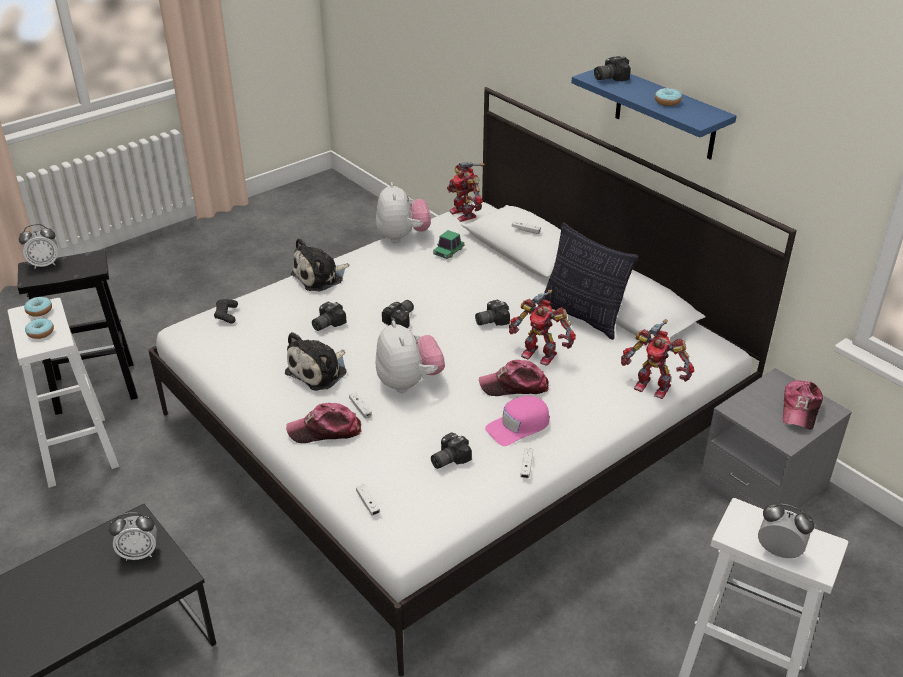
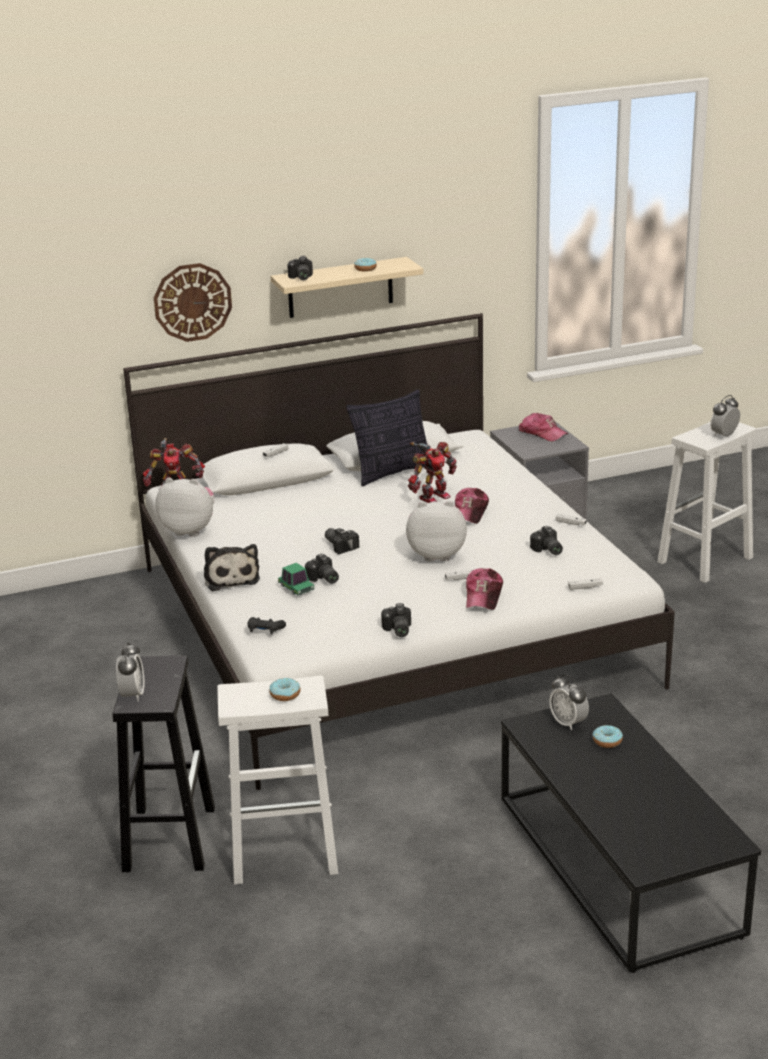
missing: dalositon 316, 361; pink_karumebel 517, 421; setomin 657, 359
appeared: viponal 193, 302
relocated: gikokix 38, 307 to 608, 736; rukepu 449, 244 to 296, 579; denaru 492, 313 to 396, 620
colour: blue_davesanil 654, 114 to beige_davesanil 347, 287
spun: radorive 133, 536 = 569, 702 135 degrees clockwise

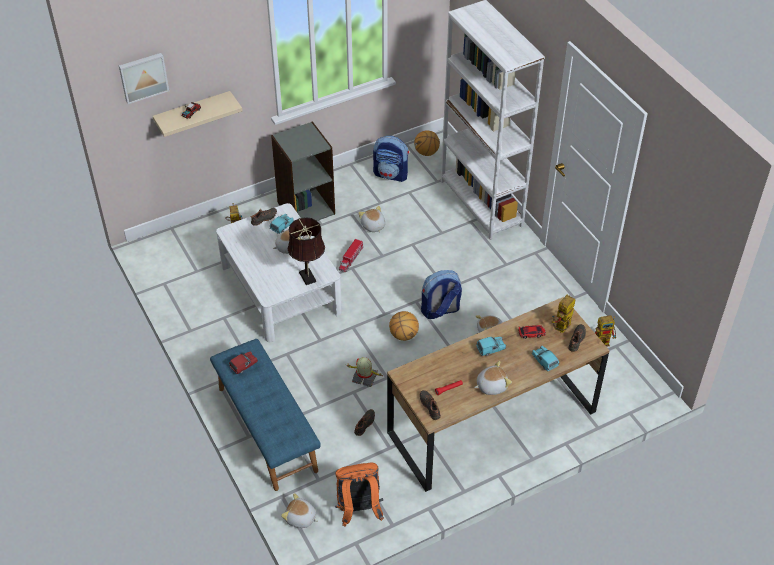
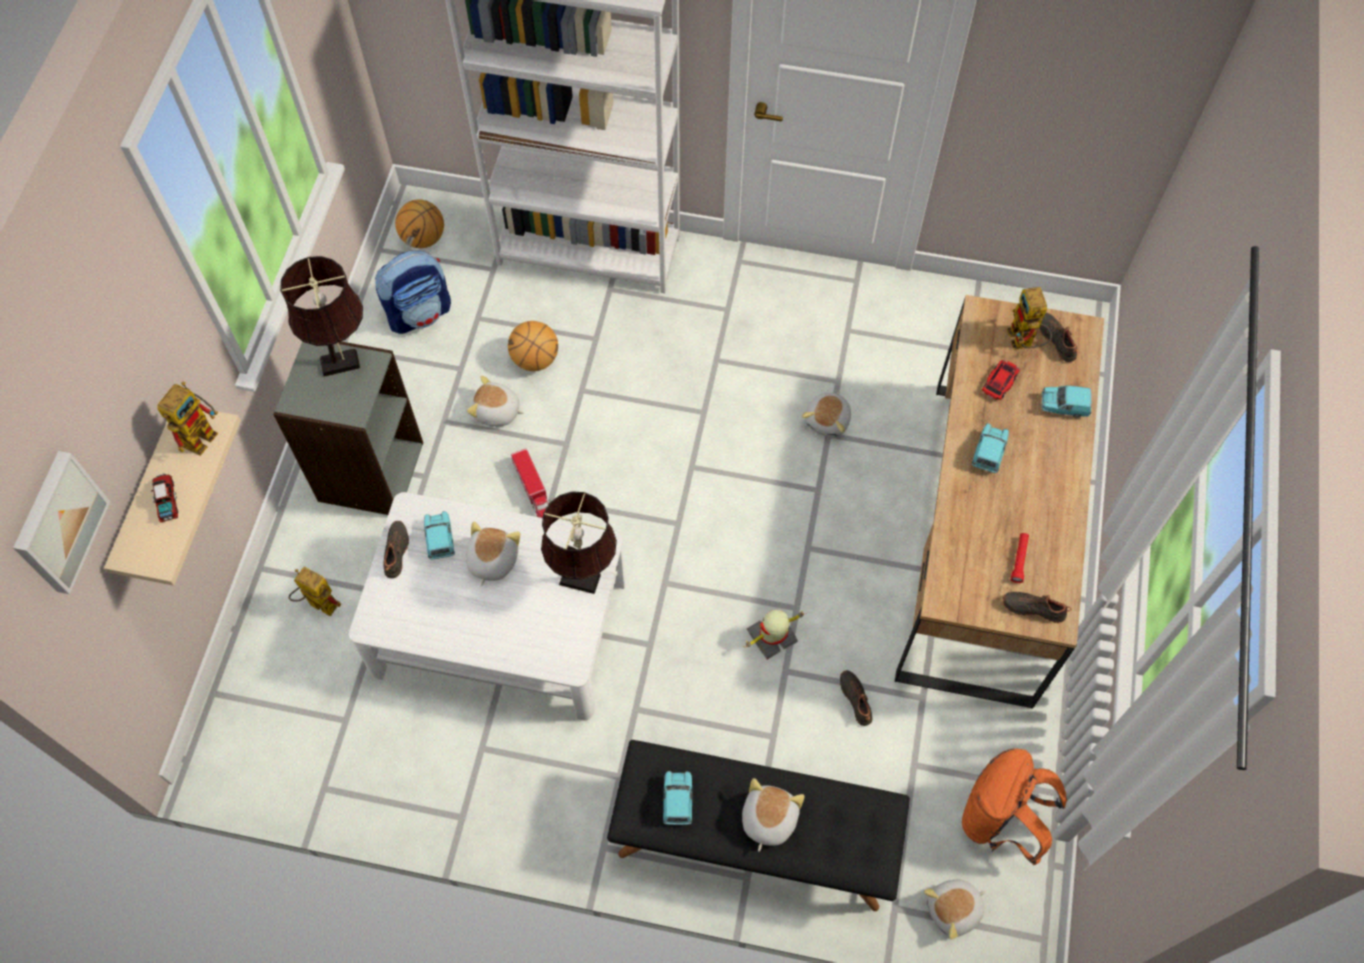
missing: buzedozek 441, 294
appeared: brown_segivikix 321, 316
relocated: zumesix 404, 326 to 533, 346; dalositon 493, 378 to 773, 815; setomin 605, 331 to 187, 418
colour: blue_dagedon 265, 415 to black_dagedon 758, 825; red_rukepu 243, 362 to turquoise_rukepu 677, 798

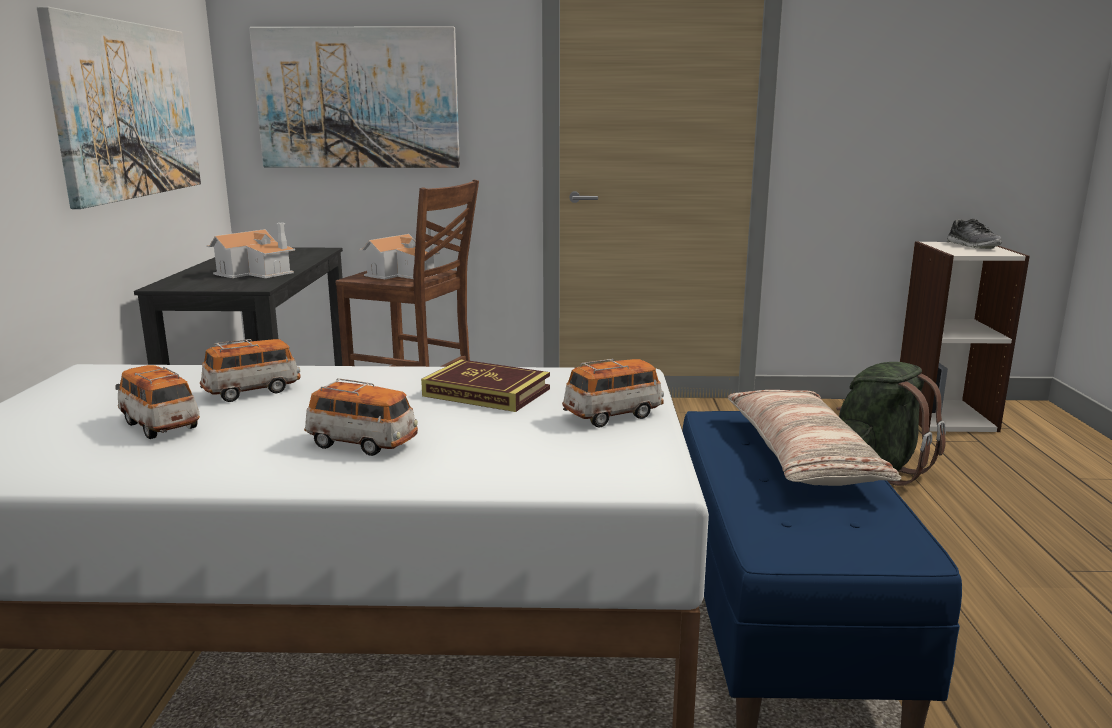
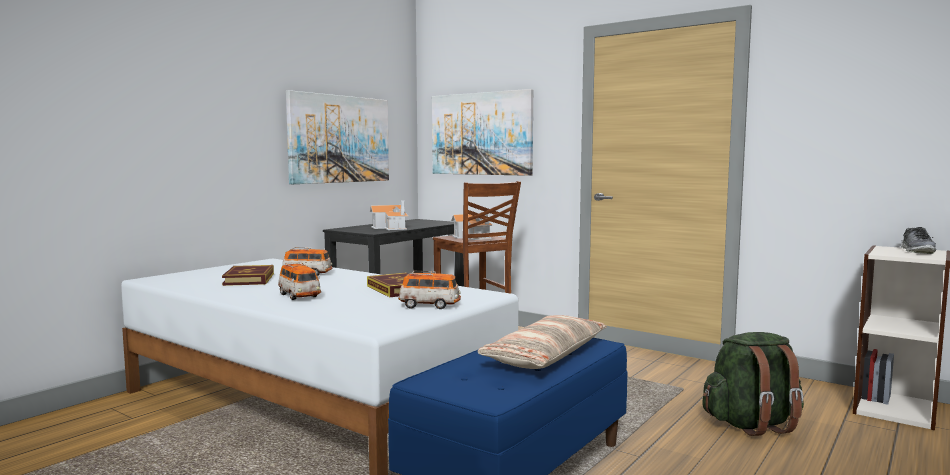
exchanged: rukepu 157, 402 to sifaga 248, 275

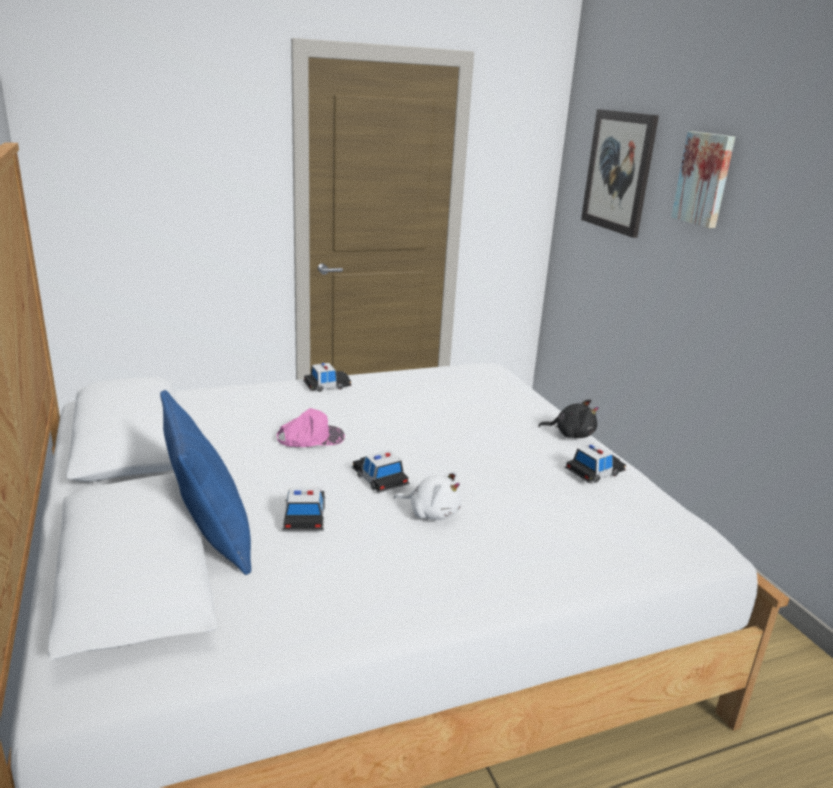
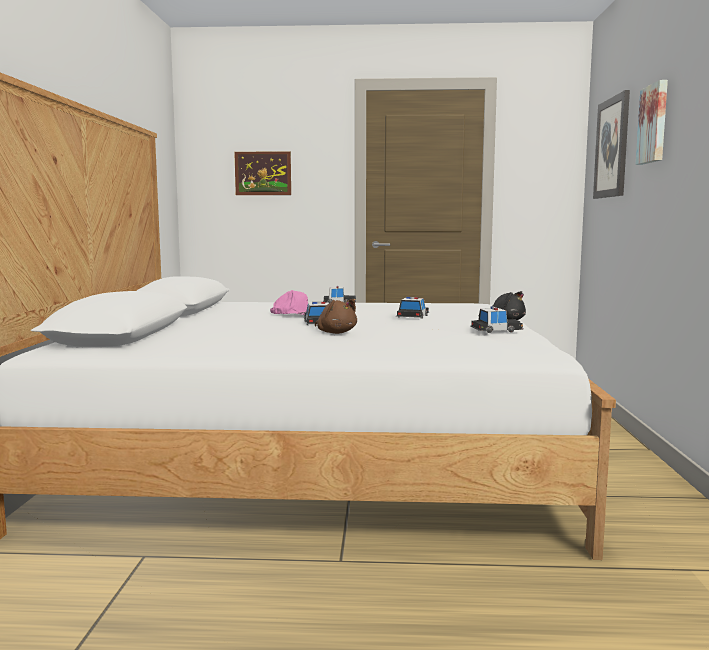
missing: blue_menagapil 205, 482
appeared: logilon 262, 173
relocated: rukepu 303, 509 to 412, 308
colour: white_dalositon 428, 495 to brown_dalositon 336, 316

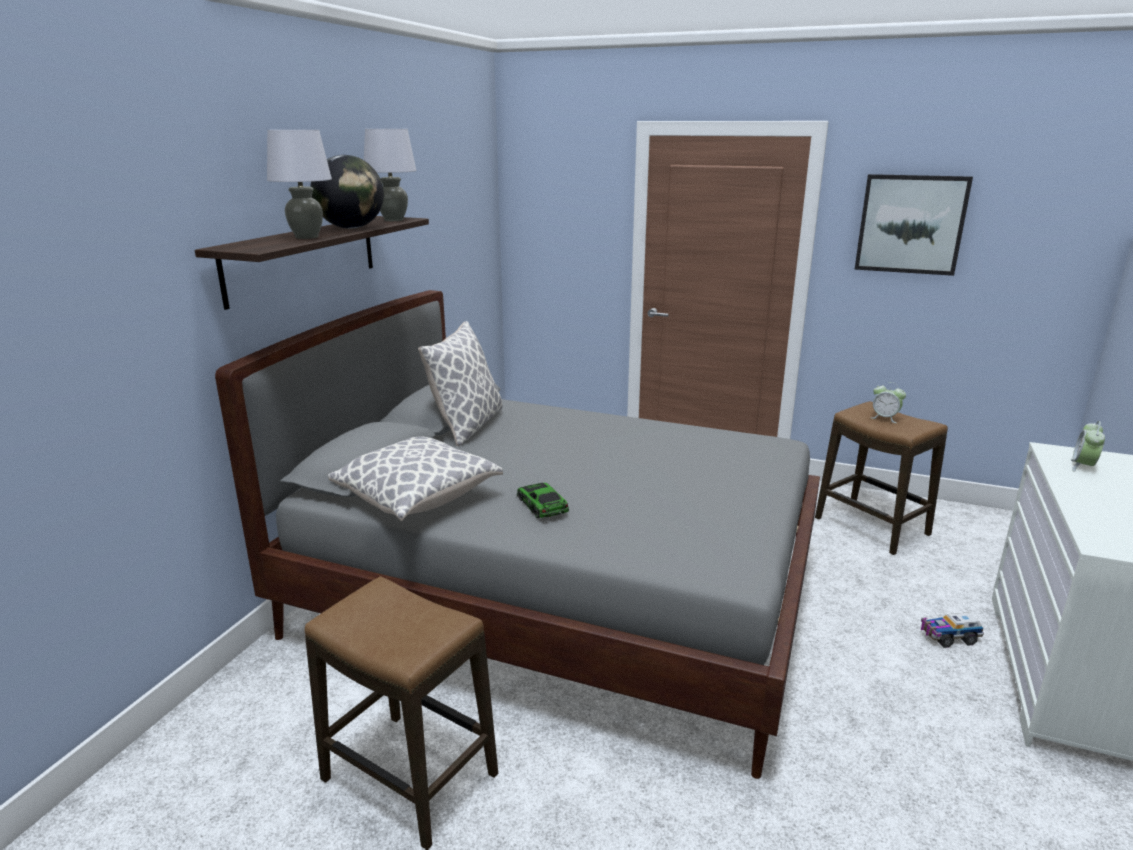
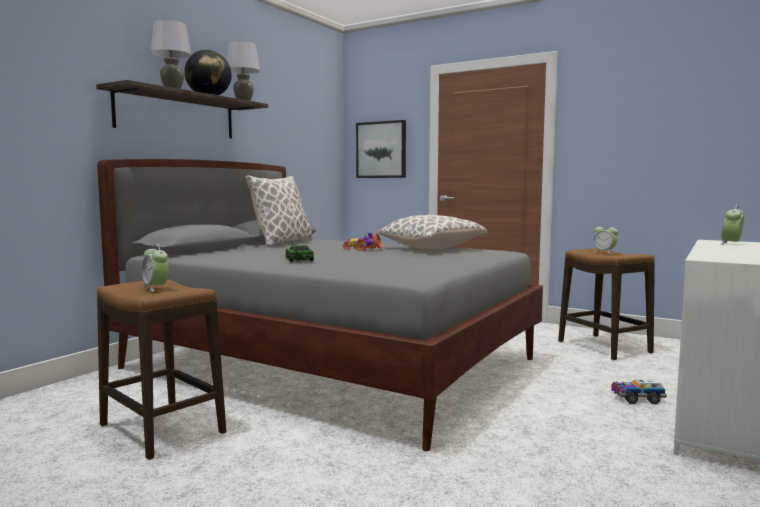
appeared: radorive 155, 268; rukepu 362, 242
relocated: menagapil 415, 479 to 432, 232; logilon 913, 225 to 381, 149

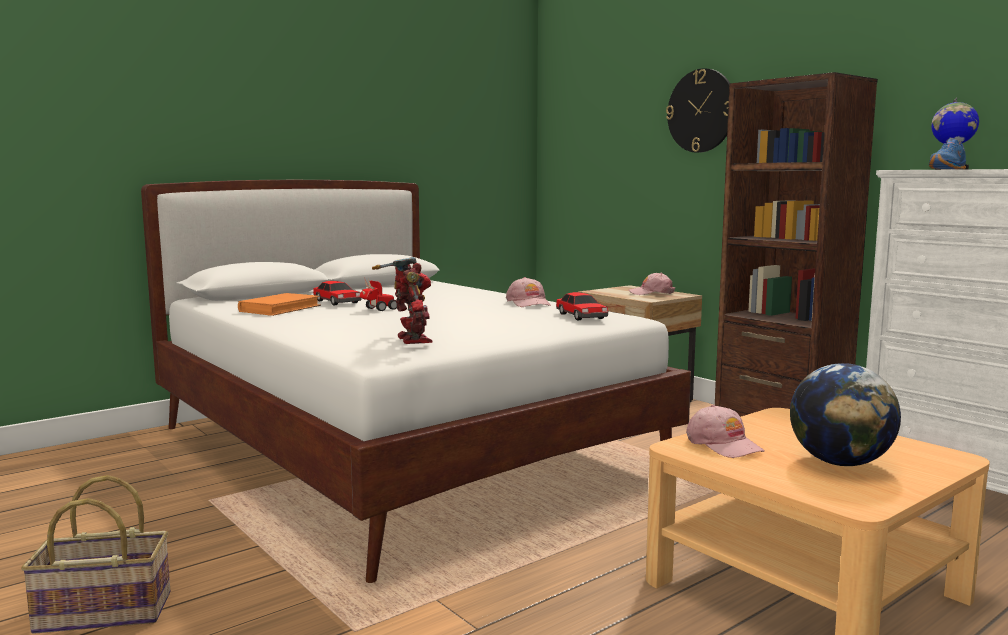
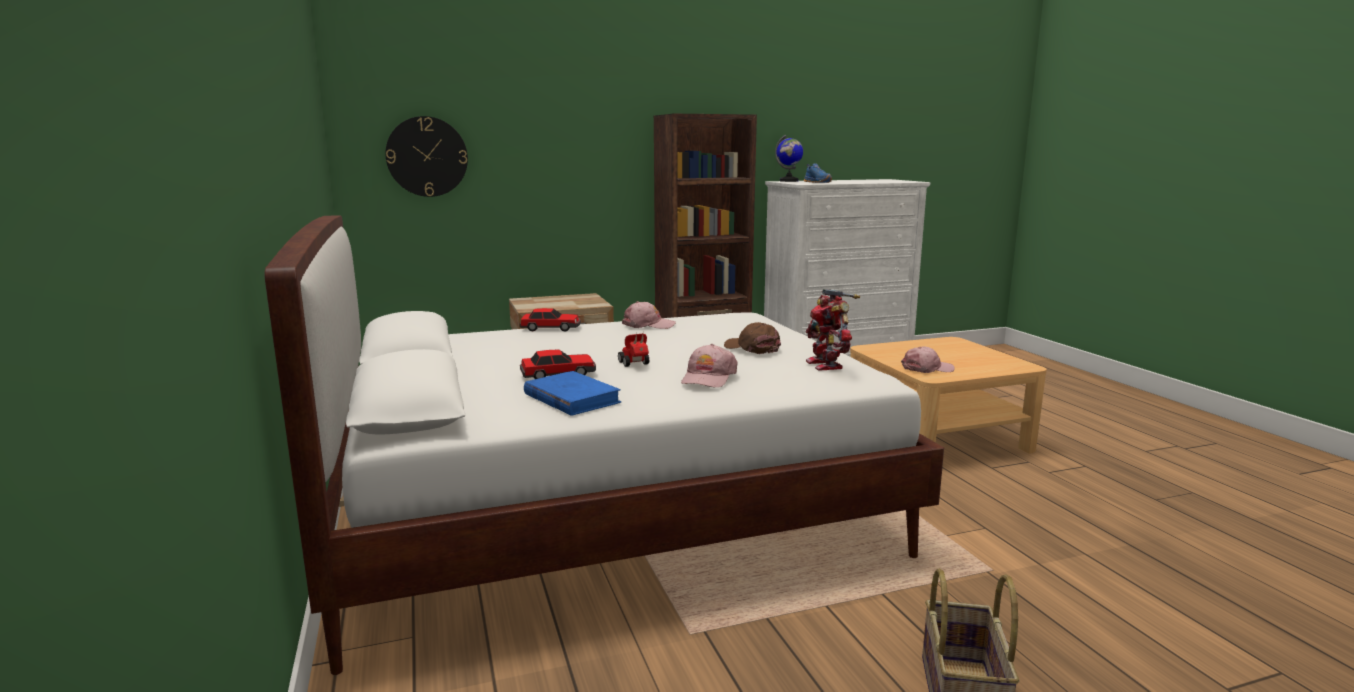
missing: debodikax 845, 414
appeared: brown_karumebel 752, 338
relocated: rukepu 582, 306 to 550, 319; pink_karumebel 652, 284 to 709, 366; viponal 698, 110 to 426, 156
colour: orange_sifaga 279, 304 to blue_sifaga 572, 393
spun: setomin 402, 300 = 833, 330 105 degrees counterclockwise

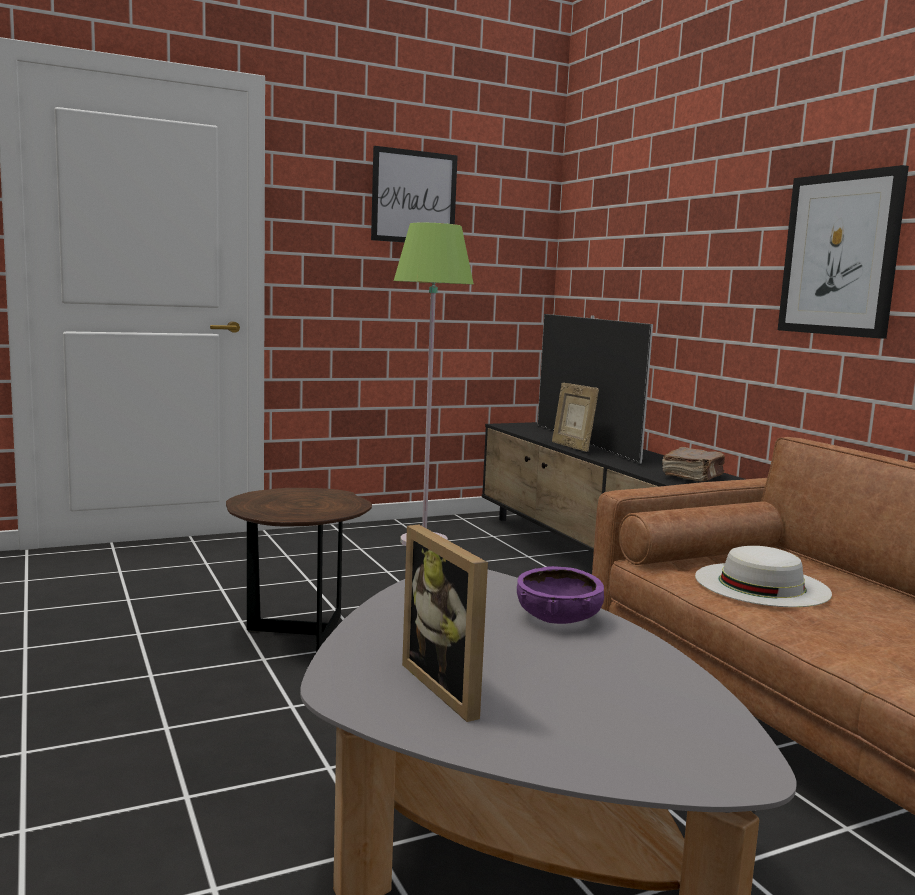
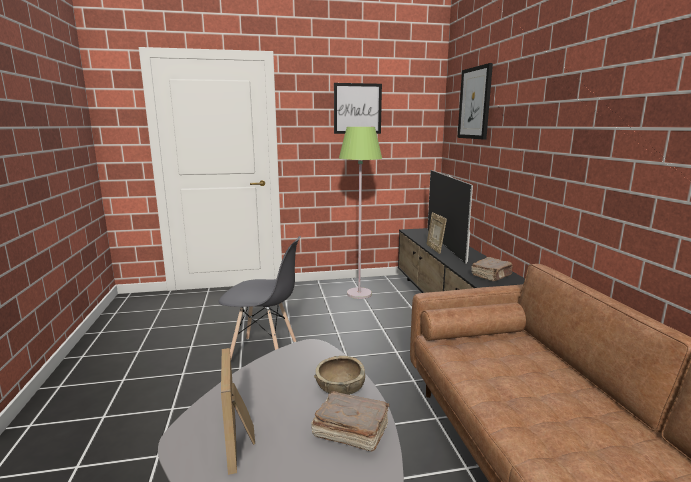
missing: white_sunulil 763, 576
appeared: brown_sifaga 350, 421
relocated: logilon 843, 252 to 475, 101
exchanged: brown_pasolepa 299, 570 to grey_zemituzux 259, 297
colour: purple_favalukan 560, 595 to brown_favalukan 339, 375

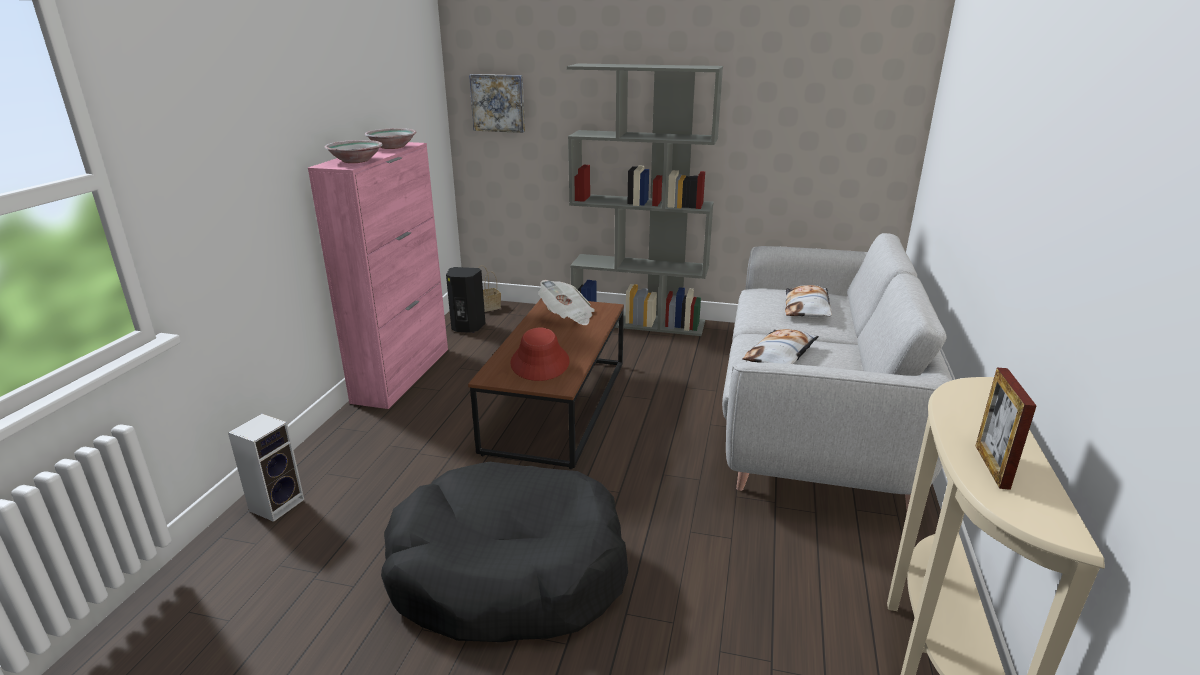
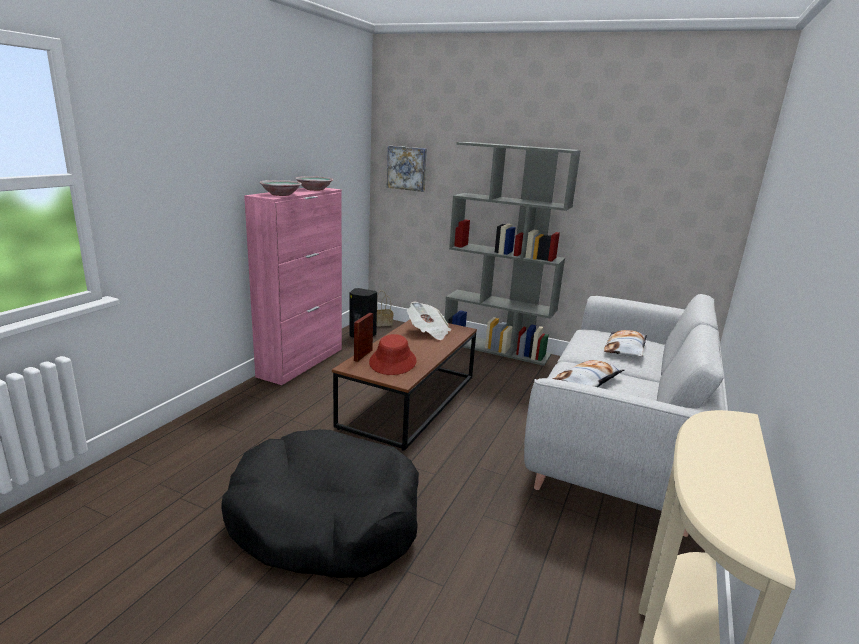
missing: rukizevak 266, 468
relocated: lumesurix 1006, 429 to 363, 337

